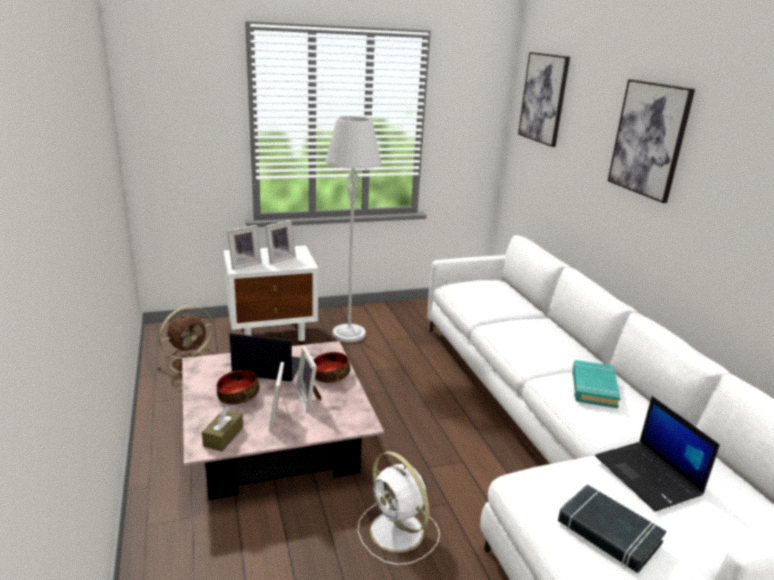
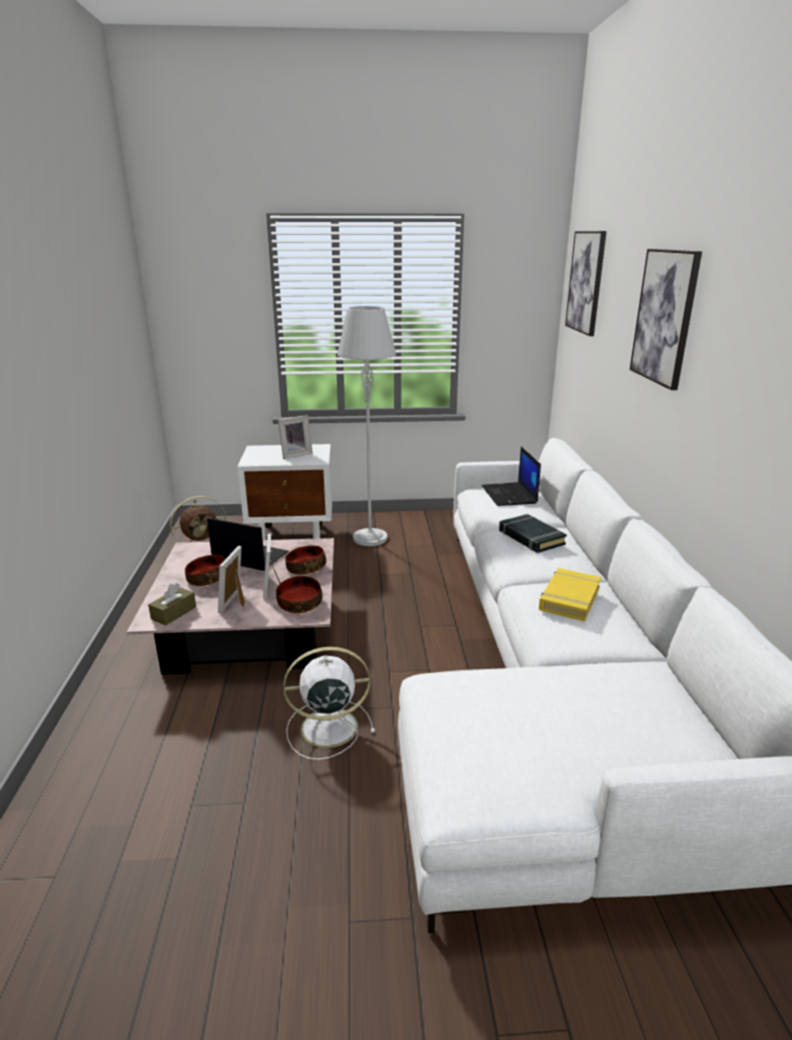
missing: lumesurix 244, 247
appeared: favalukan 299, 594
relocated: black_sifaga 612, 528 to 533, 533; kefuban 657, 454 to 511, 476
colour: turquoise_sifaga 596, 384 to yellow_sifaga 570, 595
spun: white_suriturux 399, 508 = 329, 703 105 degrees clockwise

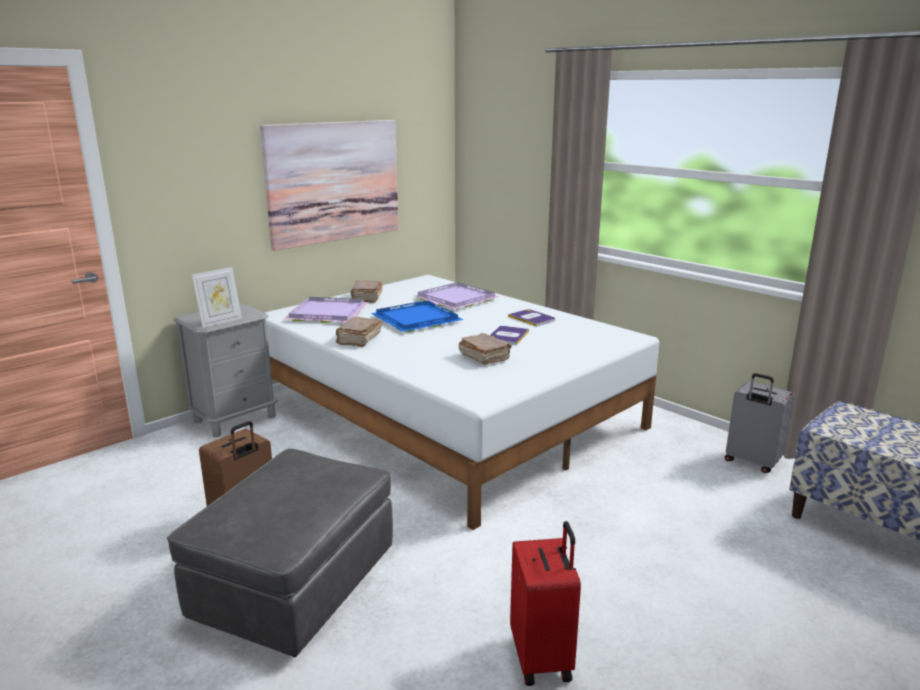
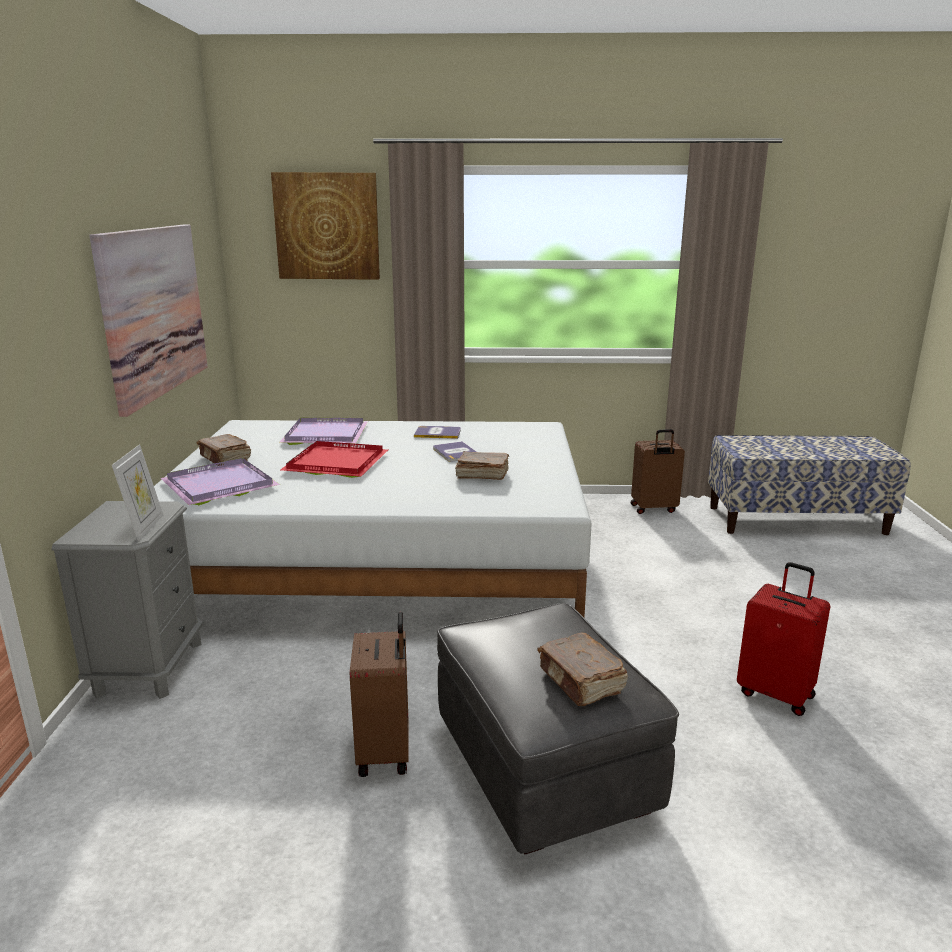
appeared: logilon 325, 226
relocated: brown_sifaga 358, 332 to 582, 669
colour: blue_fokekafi 417, 316 to red_fokekafi 334, 459; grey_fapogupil 760, 423 to brown_fapogupil 658, 471

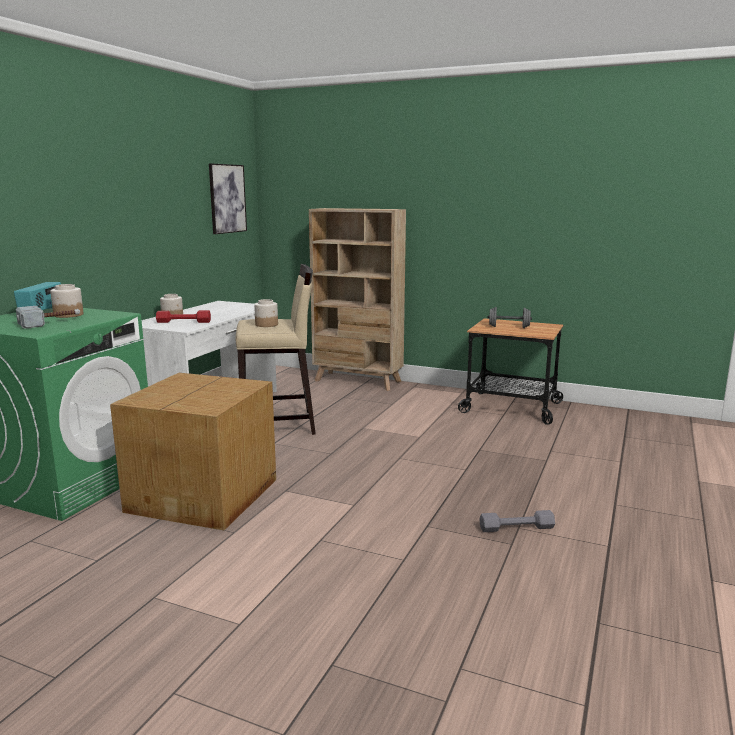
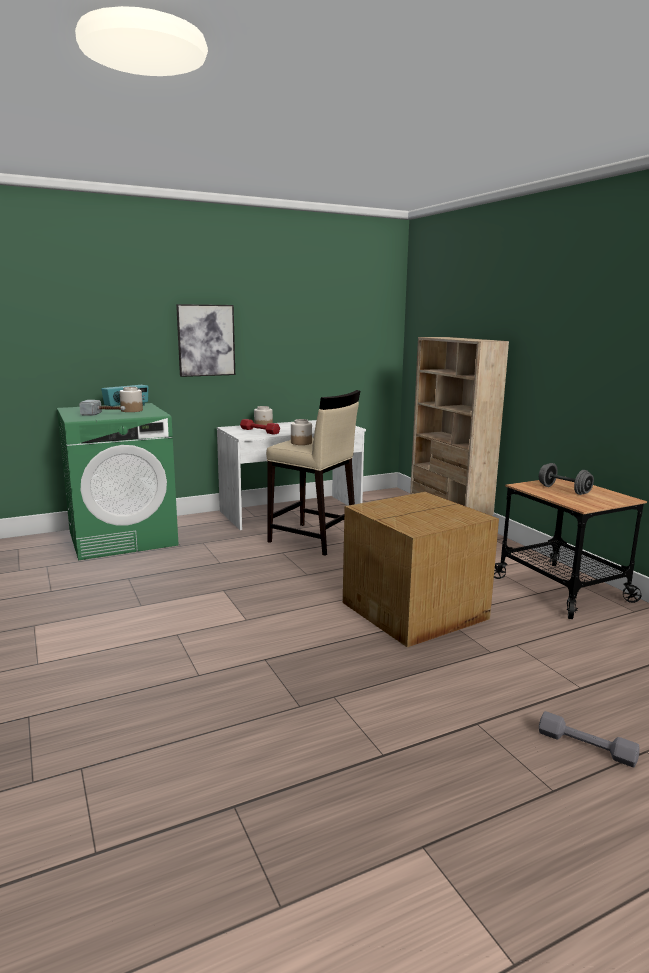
relocated: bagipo 193, 451 to 421, 569; logilon 228, 198 to 205, 340; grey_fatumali 517, 521 to 589, 739

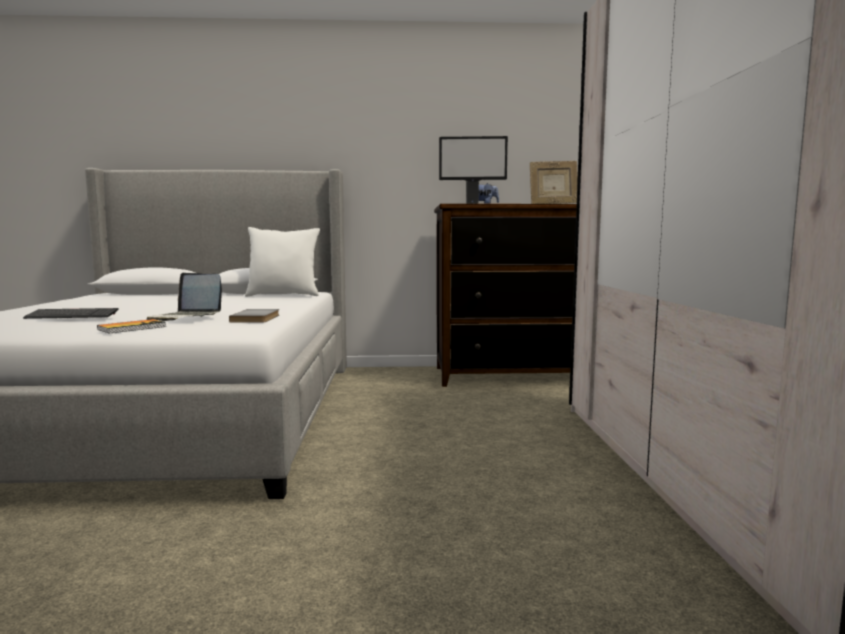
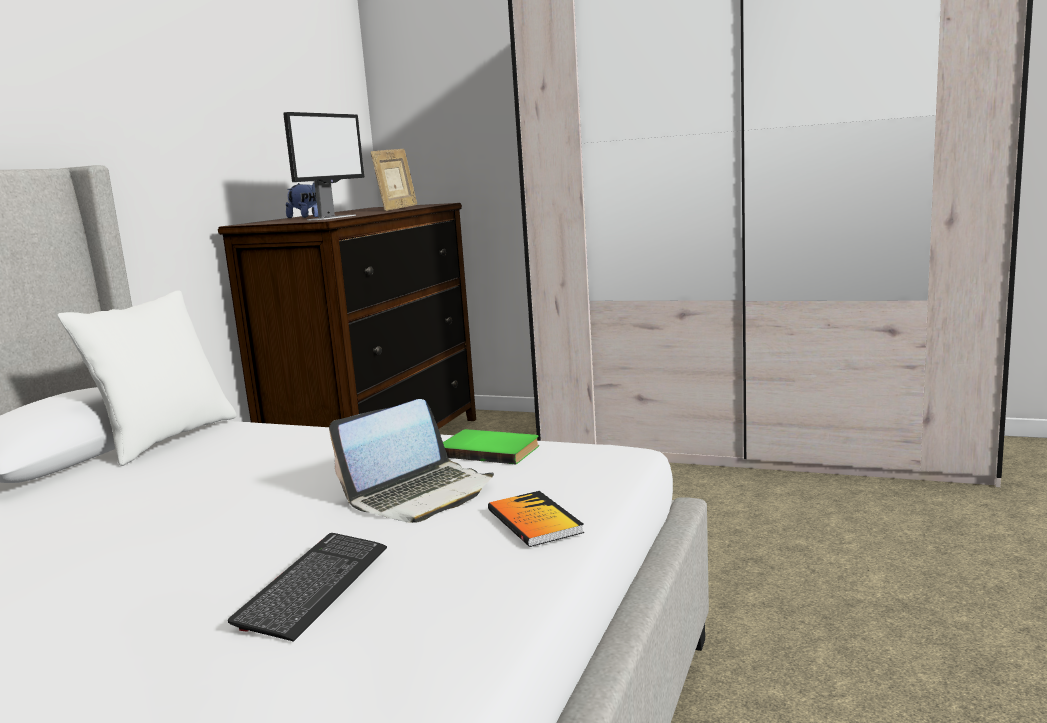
colour: grey_sifaga 254, 315 to green_sifaga 491, 446

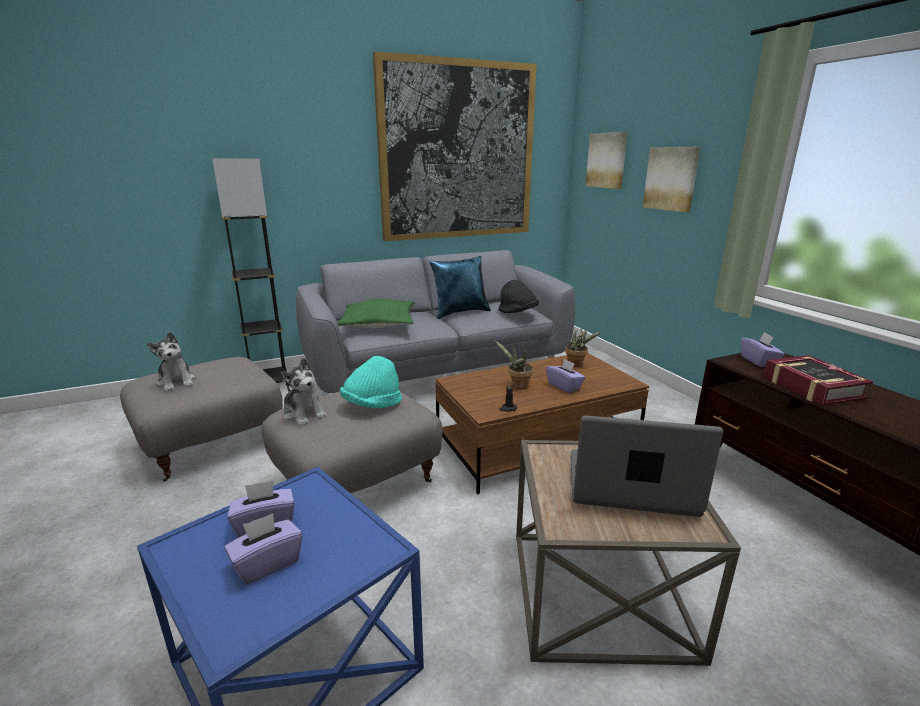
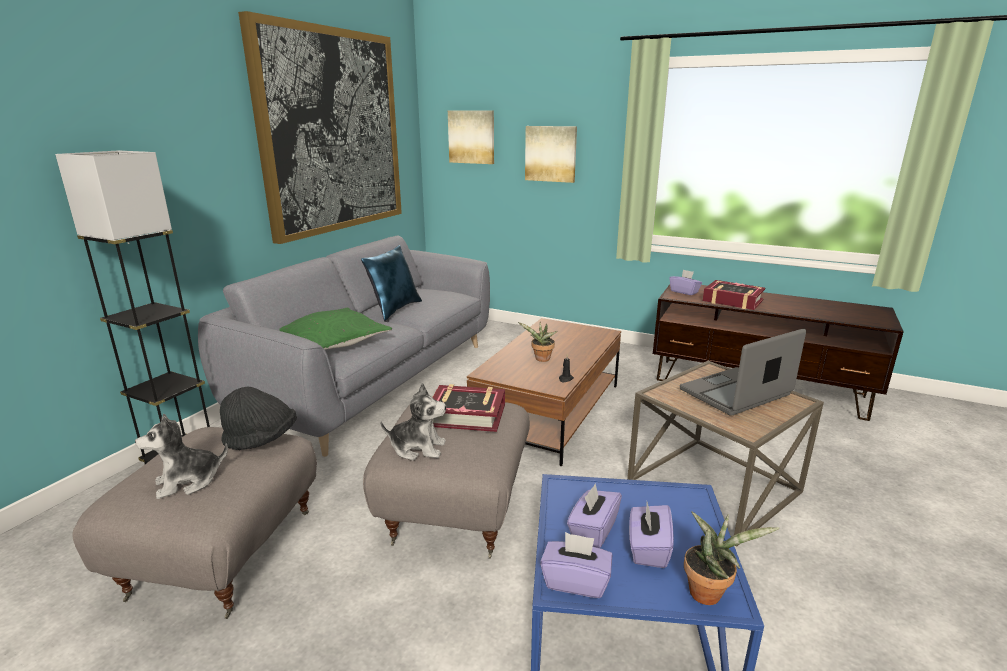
relocated: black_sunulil 518, 296 to 258, 418; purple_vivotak 565, 376 to 576, 565; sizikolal 583, 346 to 732, 558
exchanged: turquoise_sunulil 371, 382 to sifaga 468, 408
spun: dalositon 171, 362 = 181, 456 135 degrees clockwise

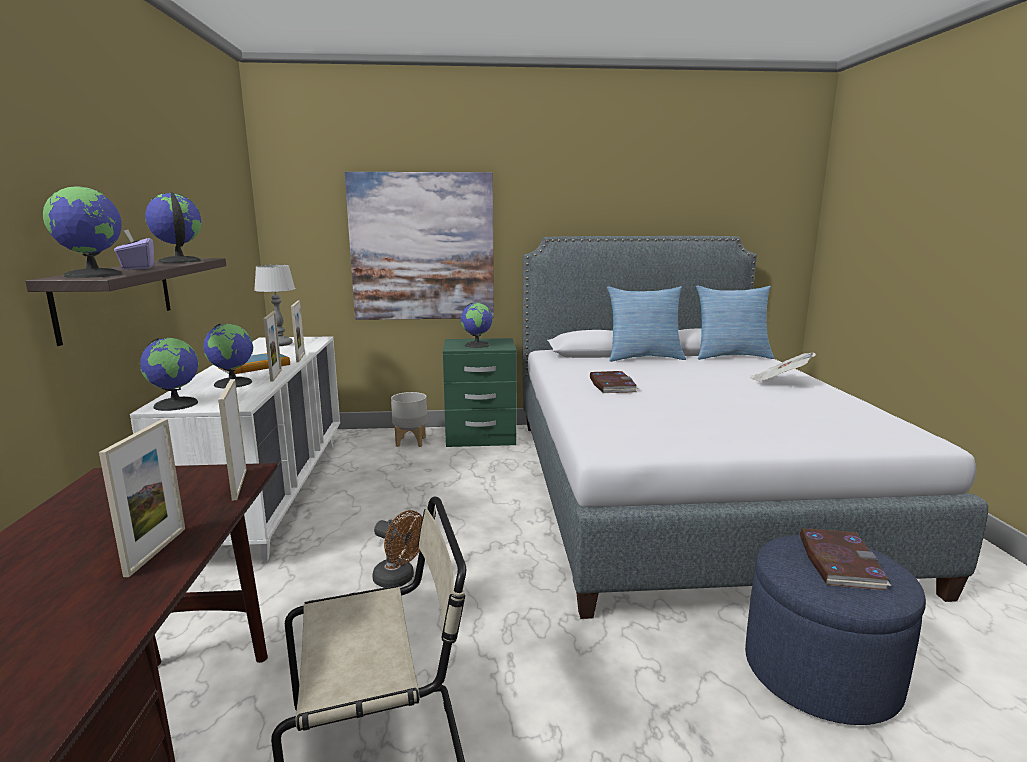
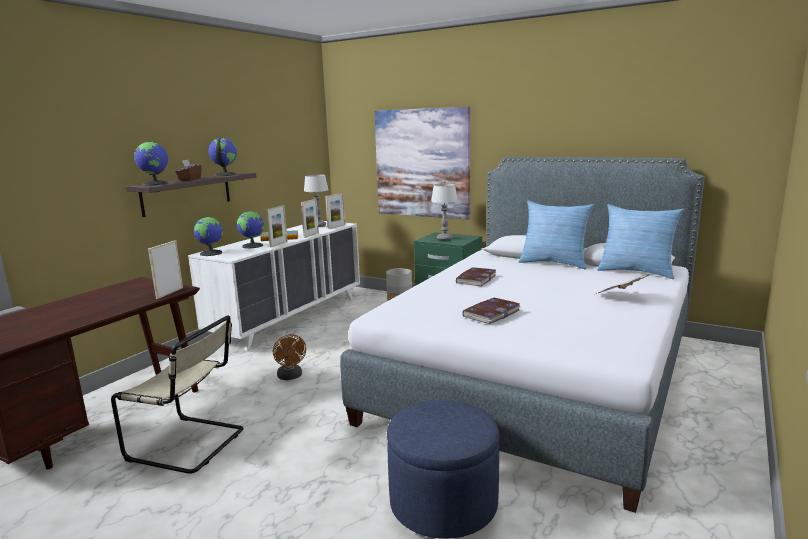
relocated: lumesurix 142, 498 to 335, 211; sifaga 845, 559 to 491, 311
exchanged: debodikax 477, 325 to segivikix 444, 212
colour: purple_vivotak 134, 249 to brown_vivotak 188, 170

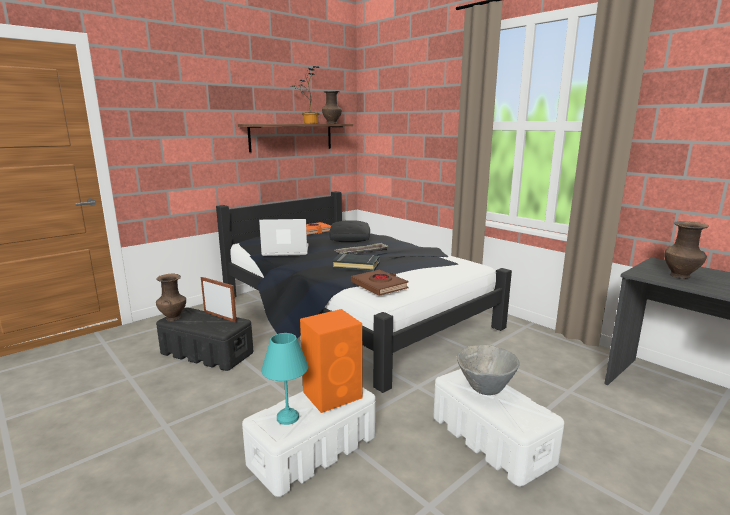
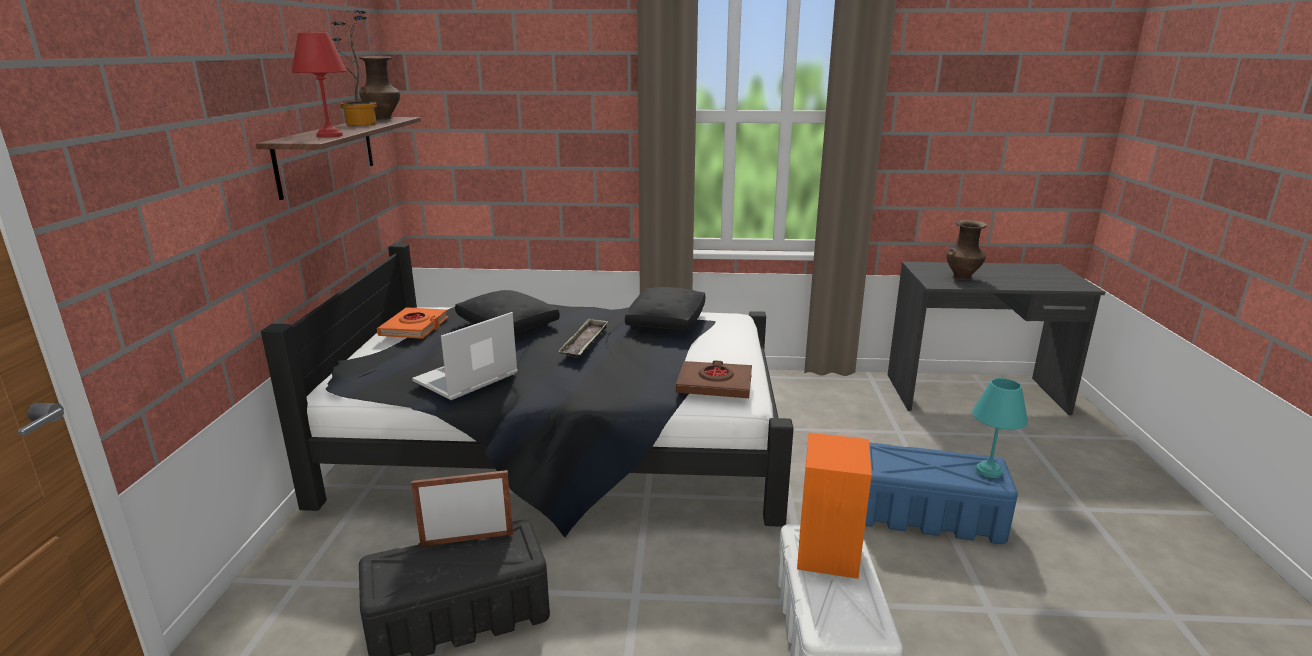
missing: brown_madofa 171, 297; black_sifaga 355, 262; grey_favalukan 488, 370
appeared: red_segivikix 319, 85; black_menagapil 665, 309
relocated: turquoise_segivikix 284, 379 to 1000, 428
colour: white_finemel 498, 427 to blue_finemel 941, 493

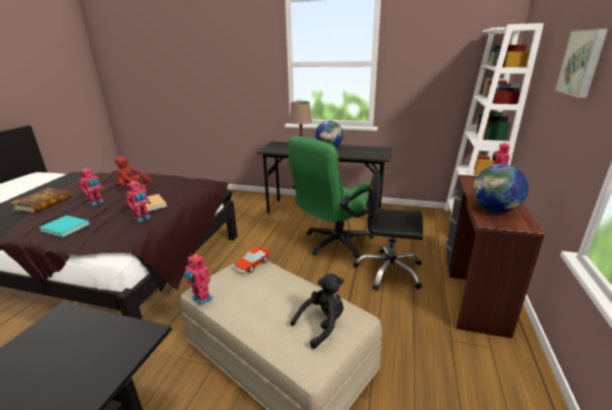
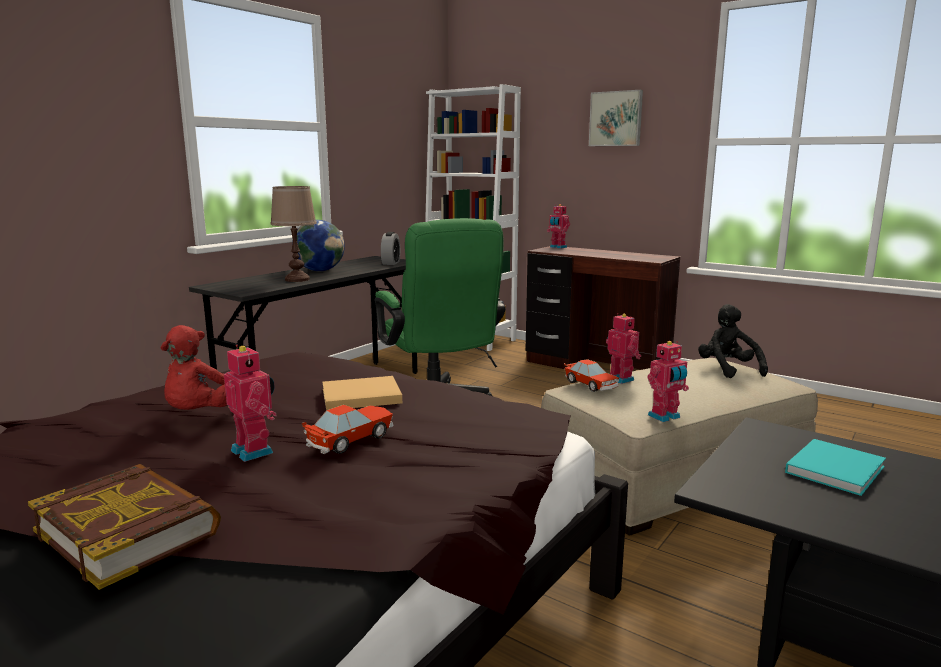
missing: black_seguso 388, 230; debodikax 501, 188
appeared: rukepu 347, 429; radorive 390, 248
relocated: turquoise_sifaga 64, 226 to 835, 467; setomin 138, 201 to 623, 348

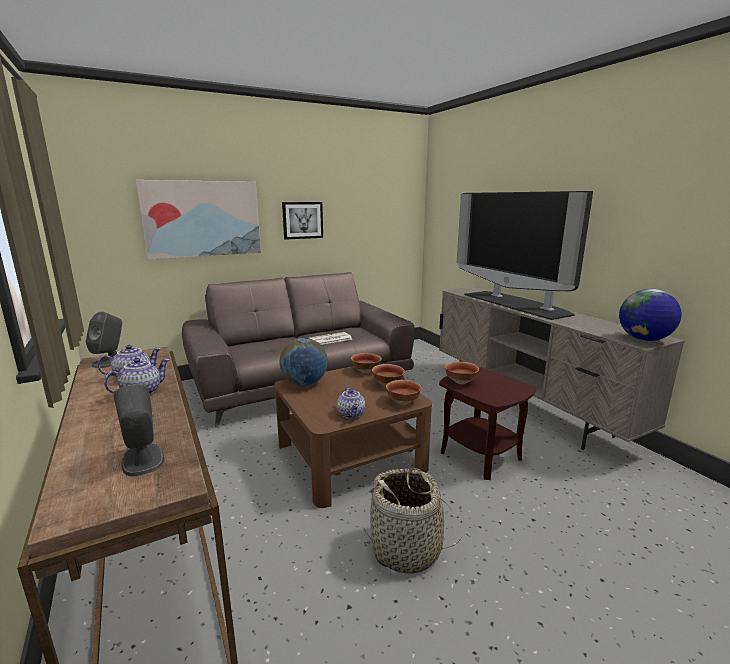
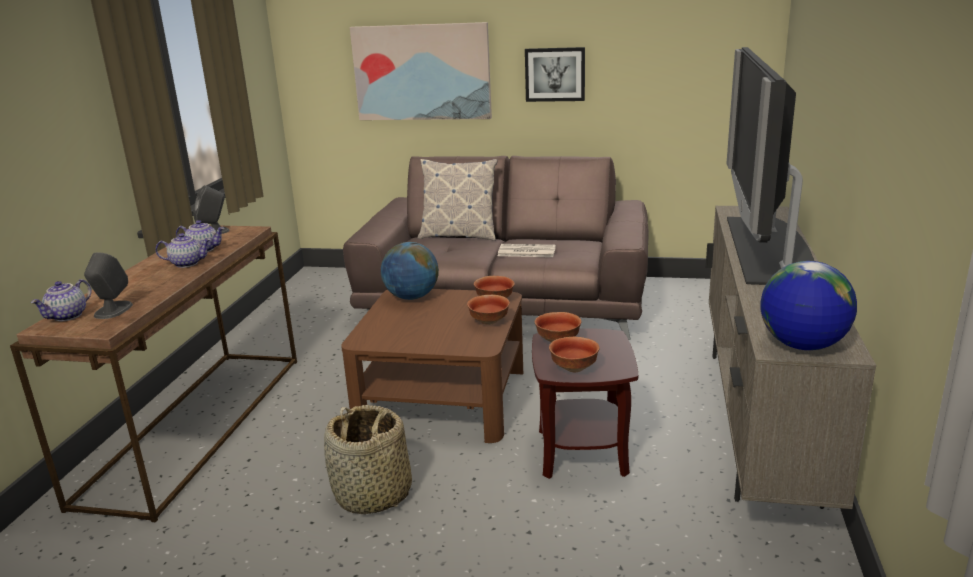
appeared: menagapil 457, 200
relocated: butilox 351, 403 to 61, 300; favalukan 404, 392 to 574, 354

